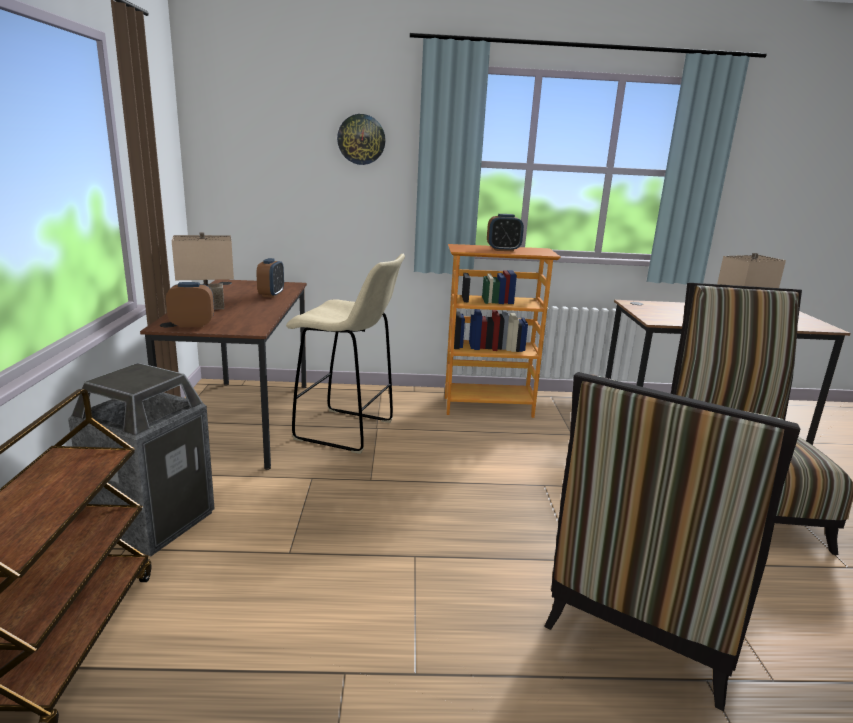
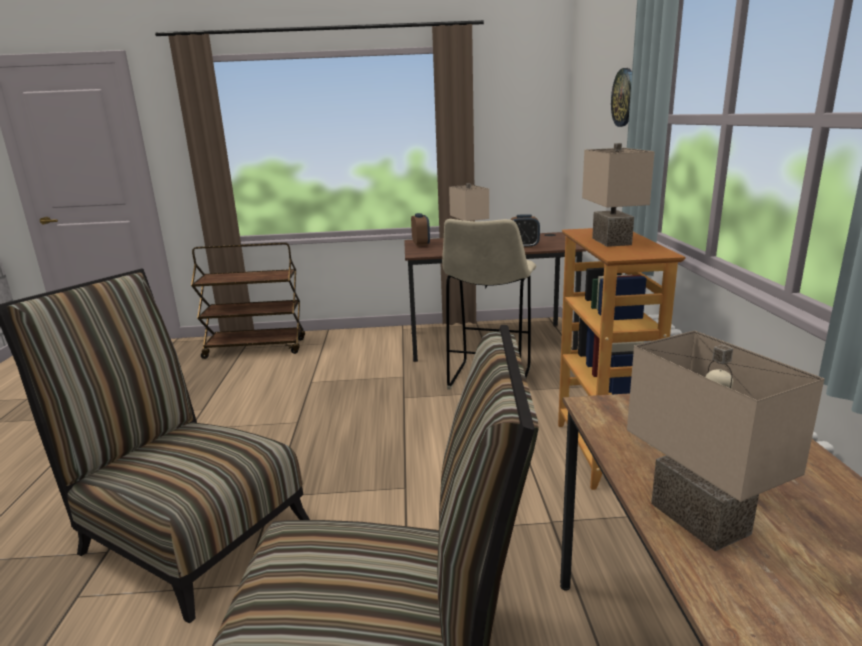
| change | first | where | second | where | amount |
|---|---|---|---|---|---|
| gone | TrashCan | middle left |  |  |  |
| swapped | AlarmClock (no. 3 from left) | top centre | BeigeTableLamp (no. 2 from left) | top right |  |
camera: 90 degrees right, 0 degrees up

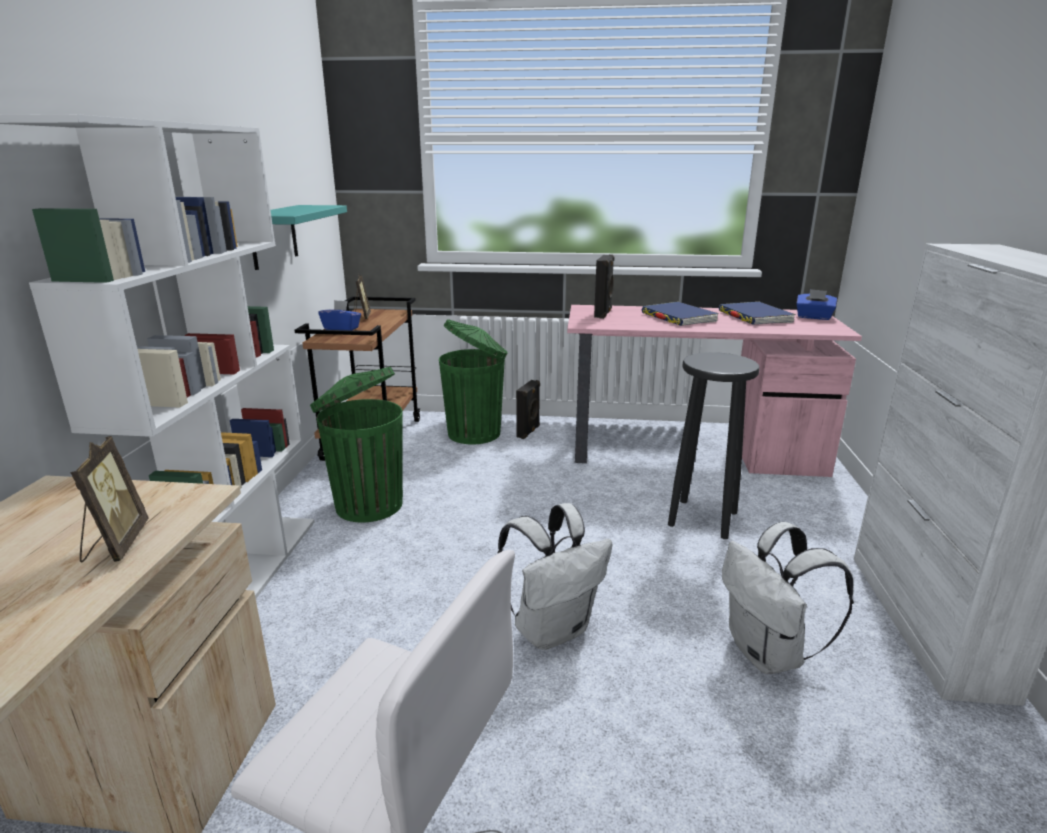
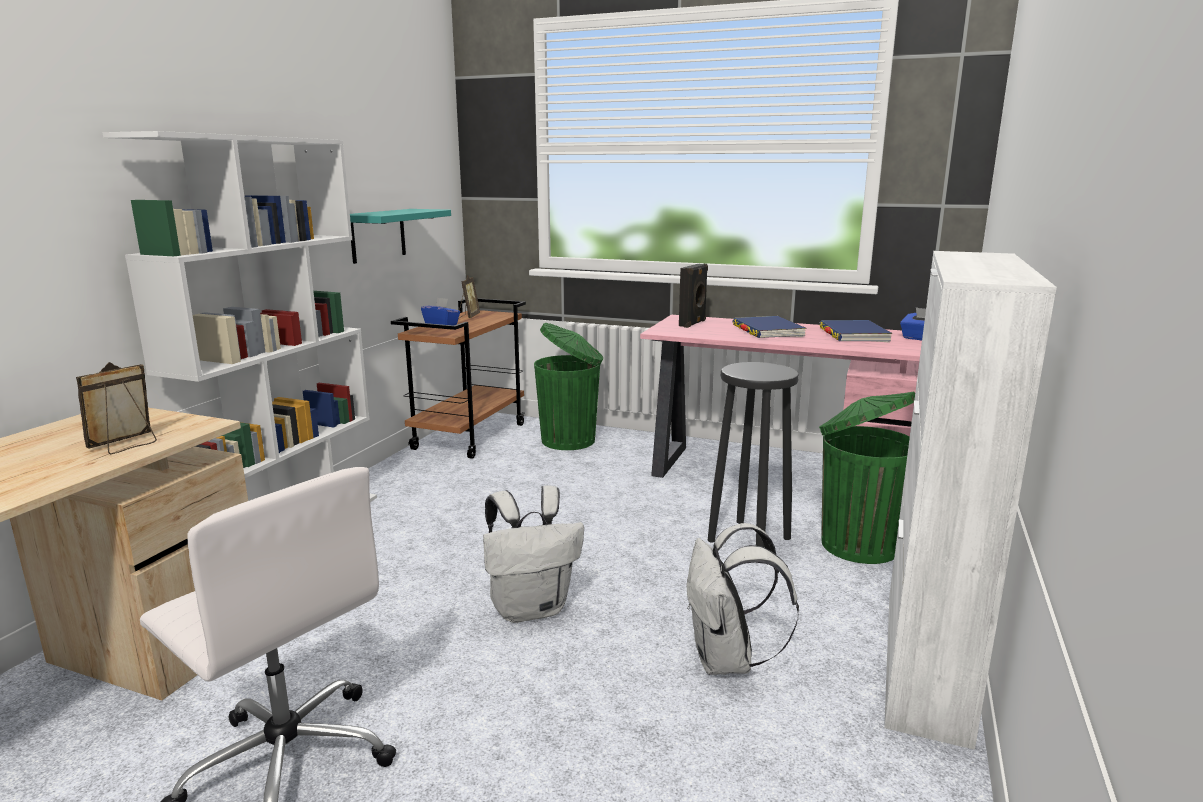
| change | first | where | second | where | amount |
|---|---|---|---|---|---|
| gone | BlackSpeaker (no. 1 from left) | centre |  |  |  |
| shifted | GreenTrashCan (no. 1 from left in the first image) | centre | GreenTrashCan (no. 2 from left) | middle right |  |
| rotated | PictureFrame (no. 1 from left) | middle left |  | middle left | 150 degrees counterclockwise |
camera: 15 degrees right, 5 degrees down

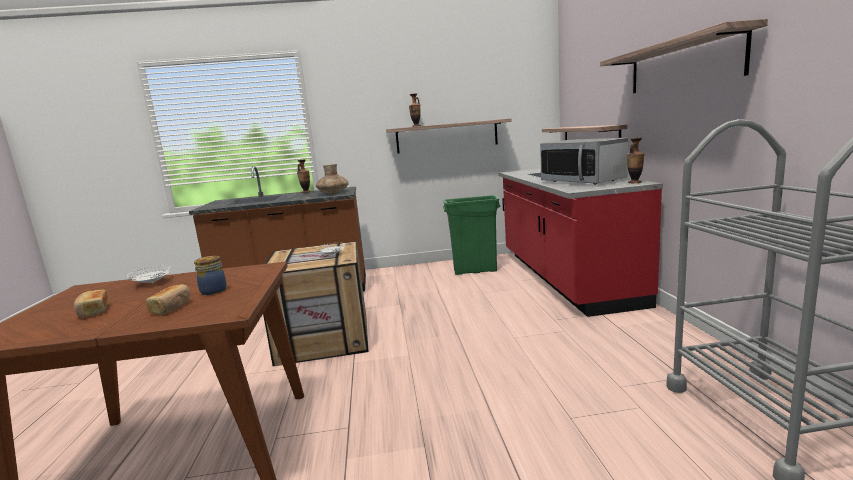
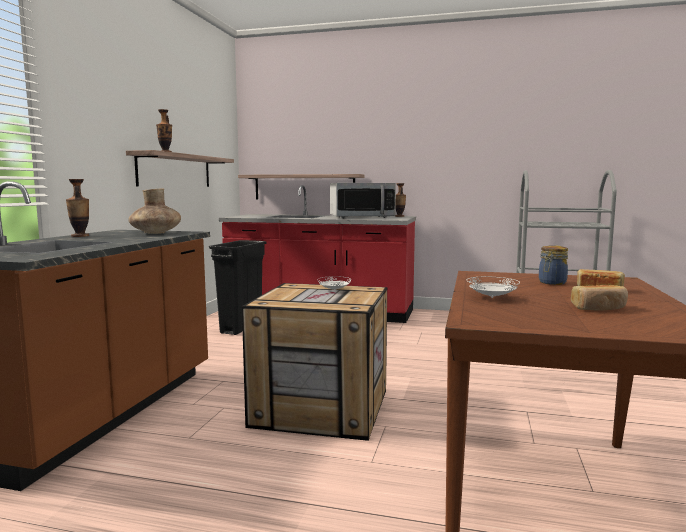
| change | first | where | second | where | amount |
|---|---|---|---|---|---|
| gone | Shelf (no. 3 from left) | top right |  |  |  |
| repainted | GreenTrashCan | centre | BlackTrashCan | centre |  |
camera: 70 degrees left, 5 degrees down

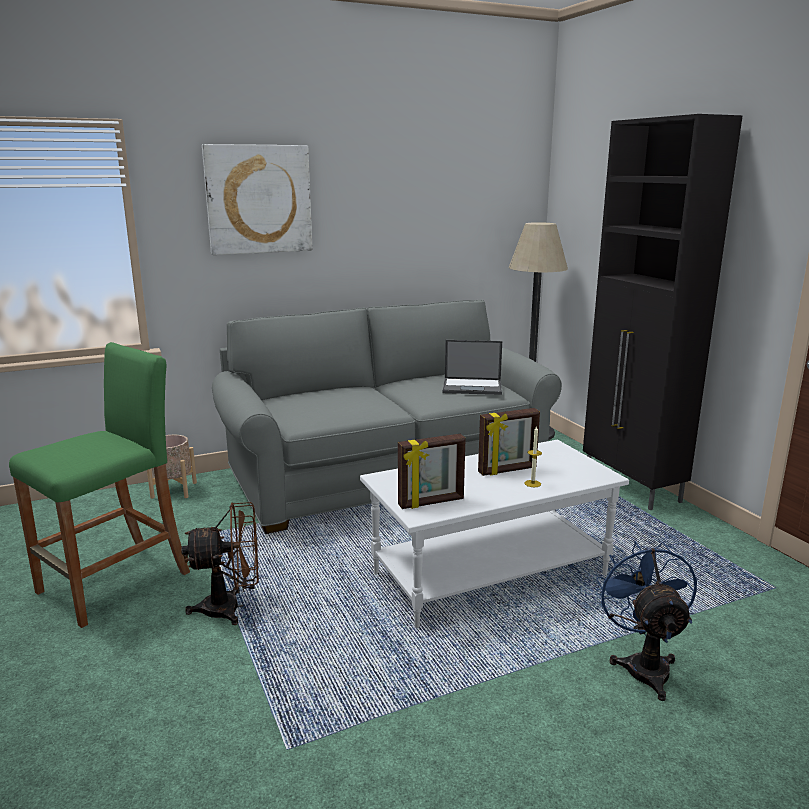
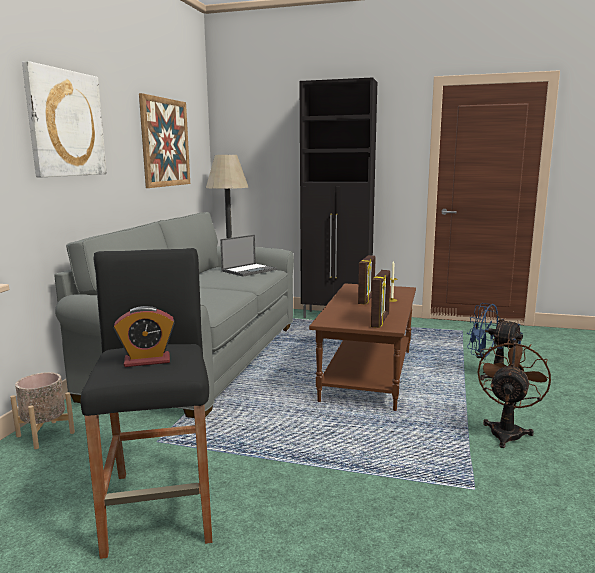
| change | first | where | second | where | amount |
|---|---|---|---|---|---|
| new |  |  | AlarmClock | middle left |  |
| new |  |  | Picture (no. 2 from left) | top left |  |
| shifted | BrownFan | bottom left |  | bottom right |  |
| repainted | GreenStool | middle left | BlackStool | bottom left |  |
| repainted | WhiteCoffeeTable | centre | BrownCoffeeTable | centre |  |
camera: 50 degrees left, 5 degrees down

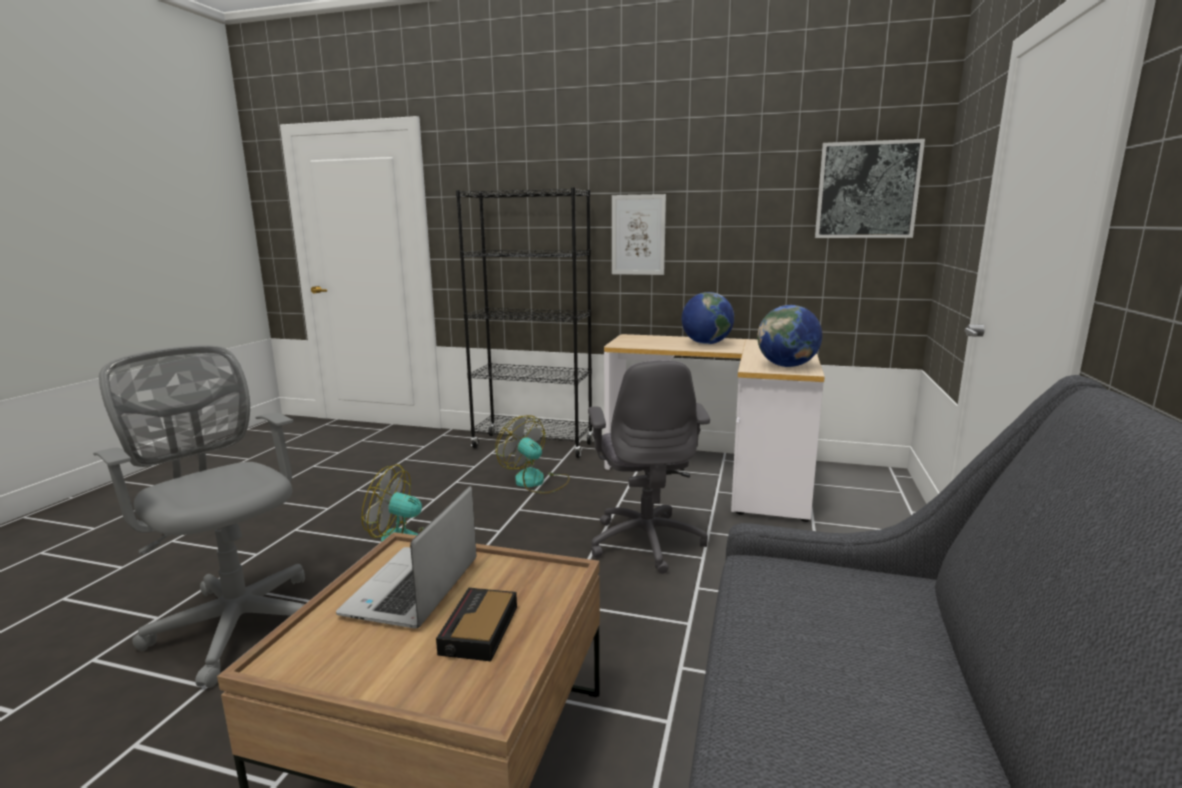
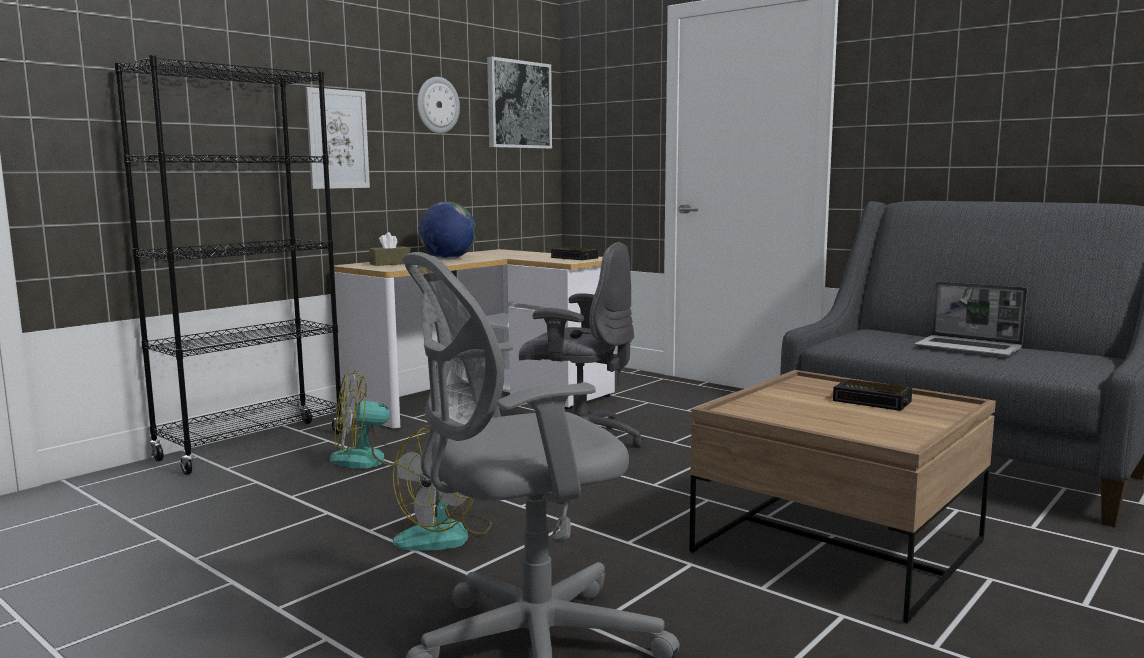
| change | first | where | second | where | amount |
|---|---|---|---|---|---|
| new |  |  | BrownTissueBox | centre |  |
| new |  |  | WallClock | top centre |  |
| shifted | Laptop | bottom centre |  | middle right |  |
| swapped | Globe (no. 2 from left) | middle right | AlarmClock (no. 1 from left) | centre |  |
camera: 65 degrees left, 5 degrees down

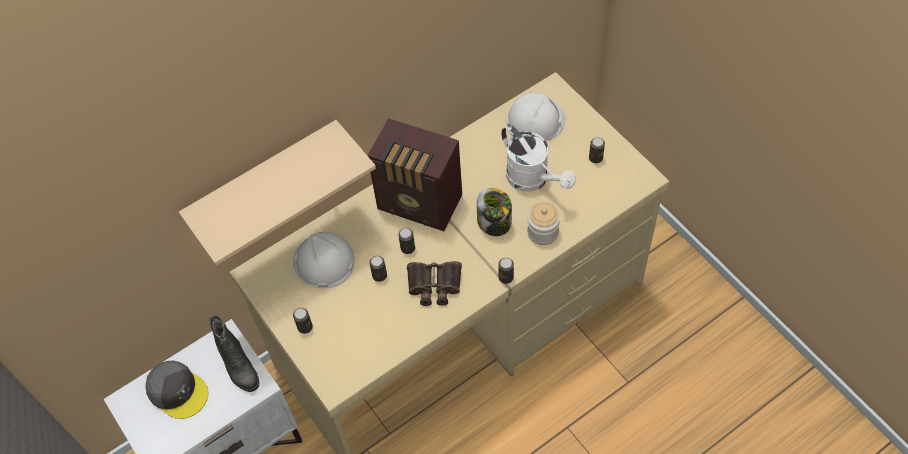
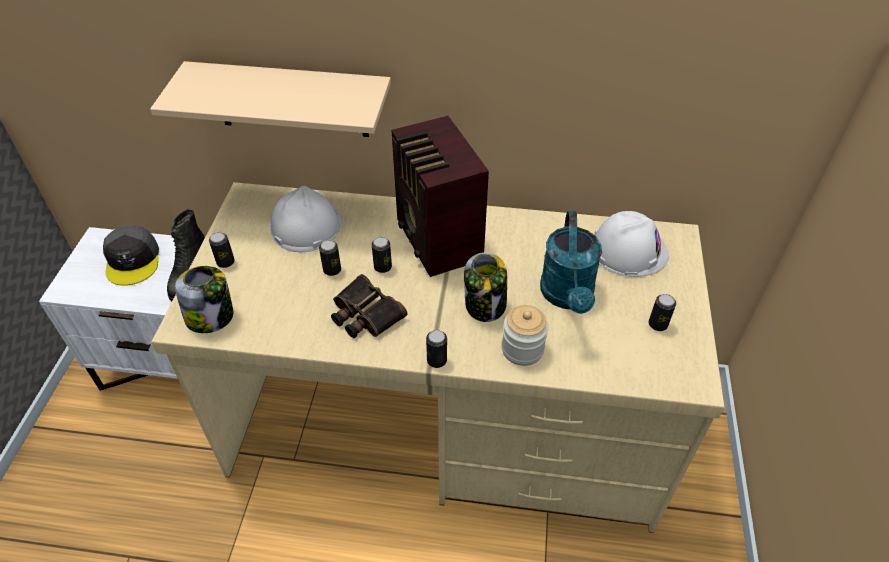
| change | first | where | second | where | amount |
|---|---|---|---|---|---|
| new |  |  | Jar (no. 1 from left) | middle left |  |
| repainted | WhiteWateringCan | centre | TurquoiseWateringCan | centre |  |
camera: 40 degrees right, 10 degrees down

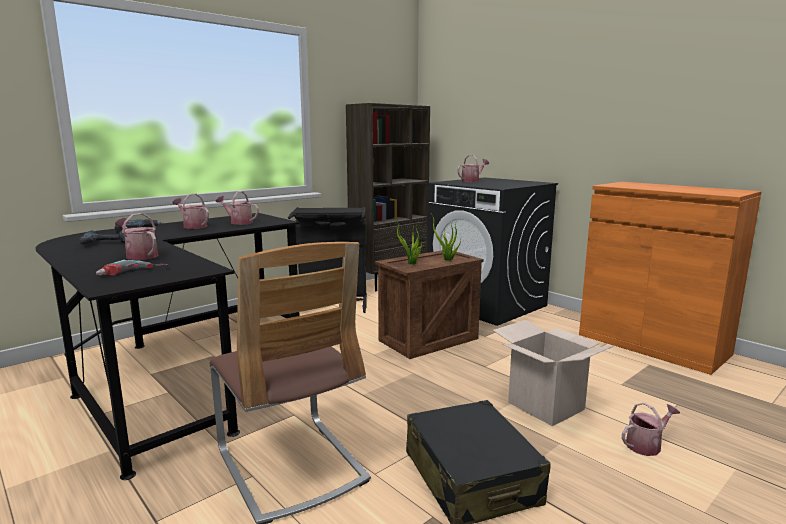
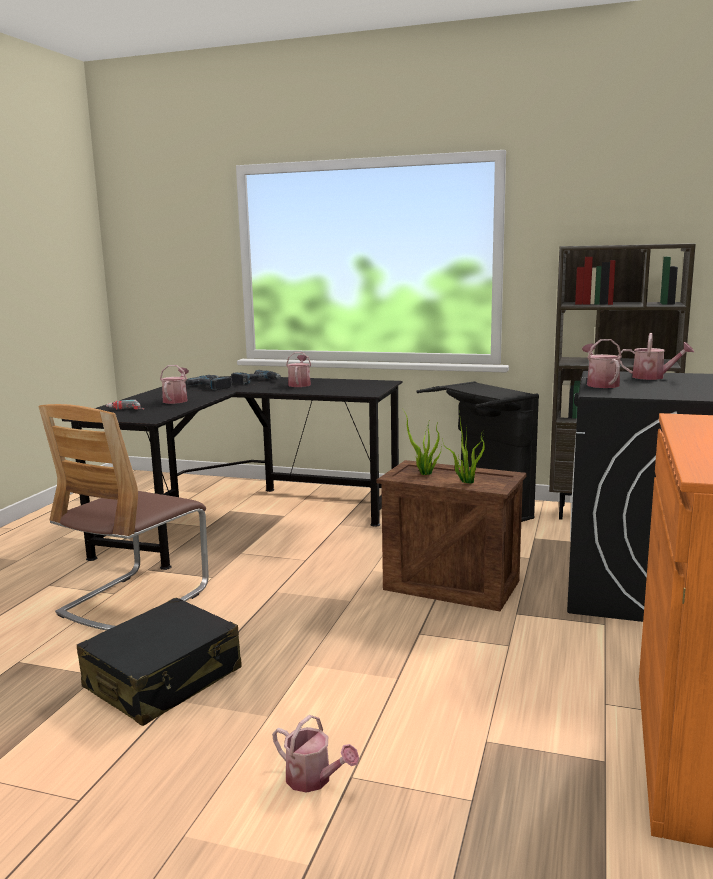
| change | first | where | second | where | amount |
|---|---|---|---|---|---|
| gone | CardboardBox | bottom right |  |  |  |
| shifted | WateringCan (no. 3 from left in the first image) | middle left | WateringCan (no. 4 from left) | middle right |  |
camera: 60 degrees right, 0 degrees up

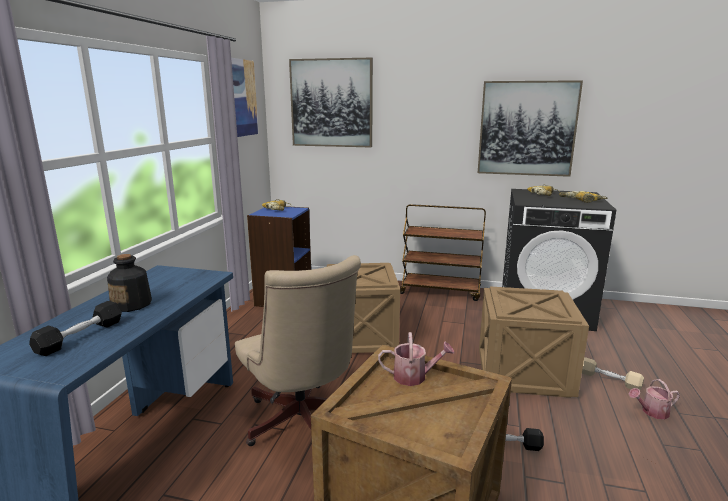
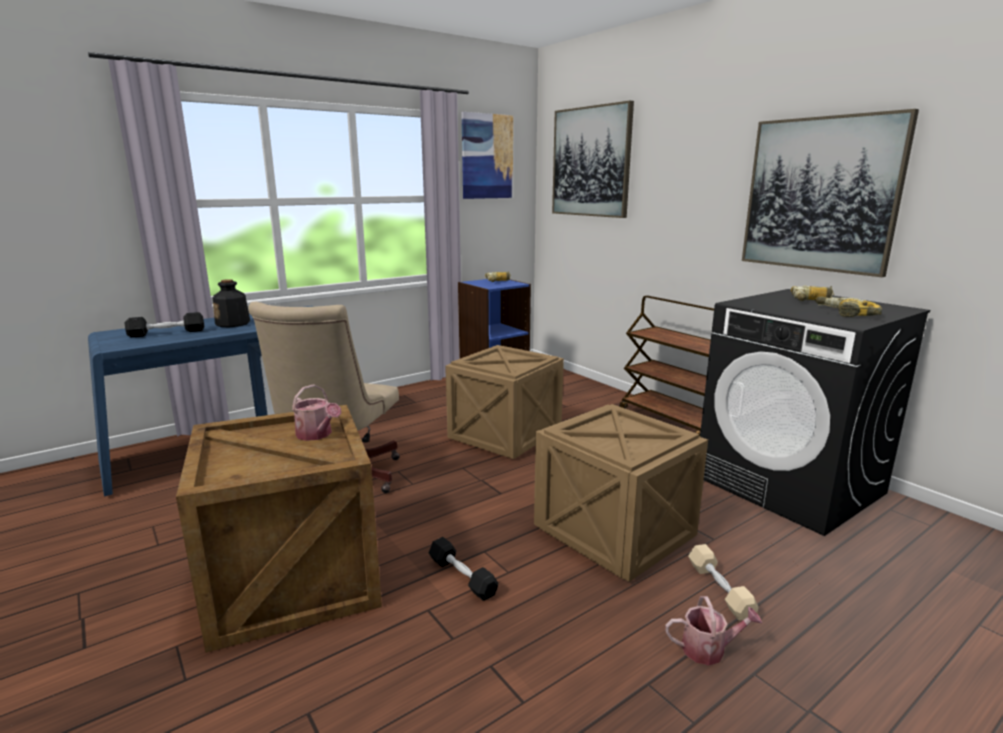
| change | first | where | second | where | amount |
|---|---|---|---|---|---|
| rotated | WateringCan (no. 2 from left) | bottom right |  | bottom right | 150 degrees clockwise |
camera: 40 degrees right, 0 degrees up

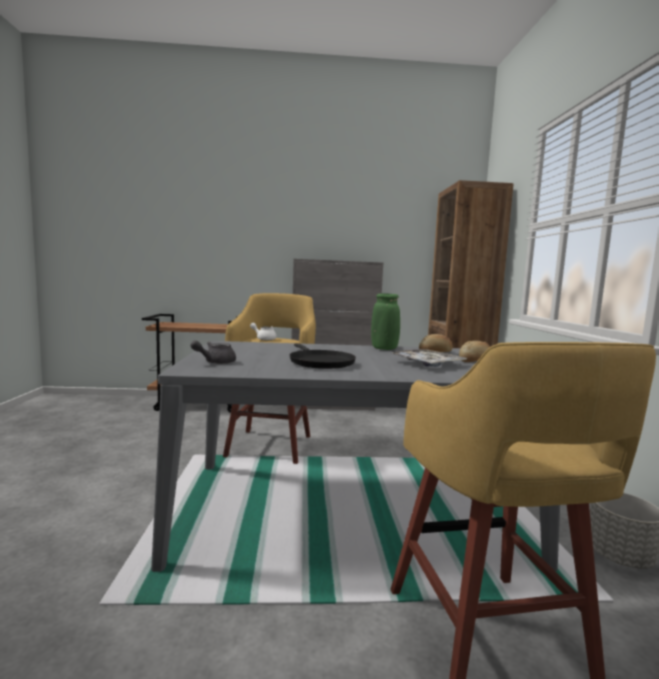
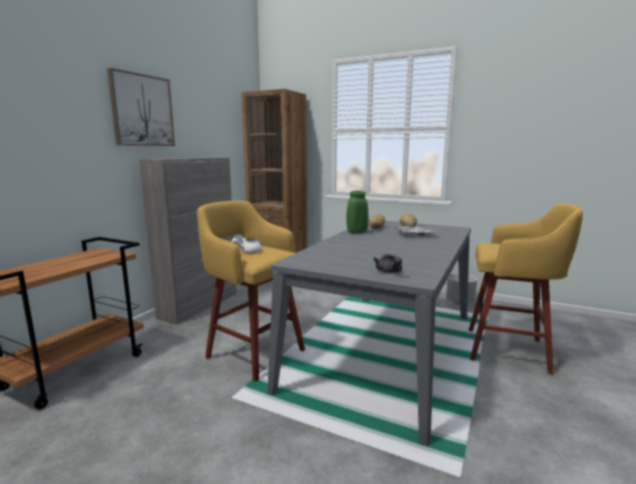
| change | first | where | second | where | amount |
|---|---|---|---|---|---|
| gone | BlackFryingPan | centre |  |  |  |
| new |  |  | Picture | top left |  |
camera: 60 degrees left, 5 degrees up

